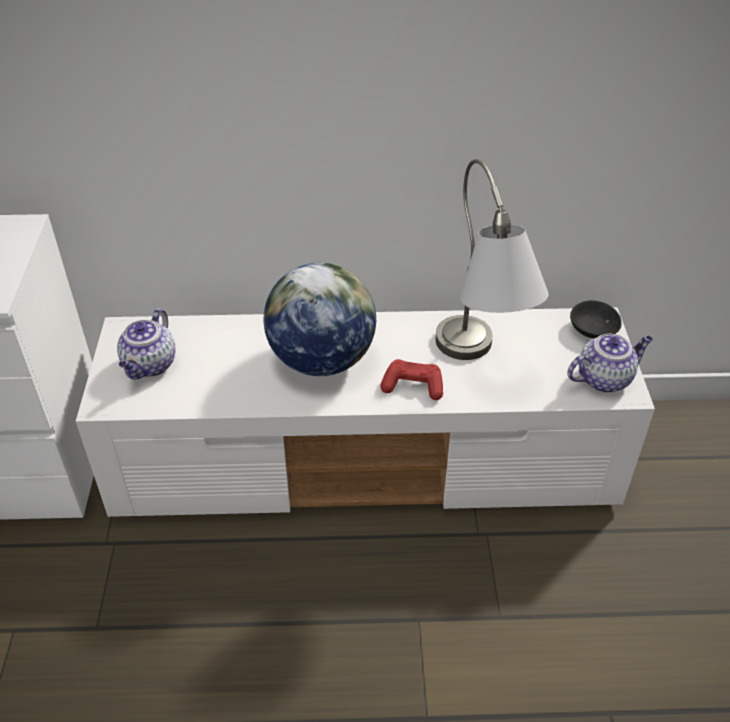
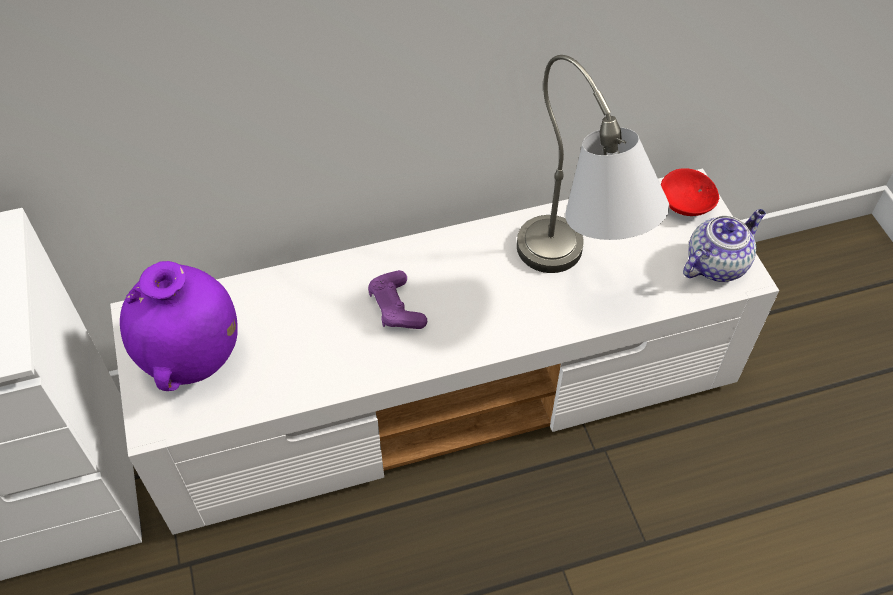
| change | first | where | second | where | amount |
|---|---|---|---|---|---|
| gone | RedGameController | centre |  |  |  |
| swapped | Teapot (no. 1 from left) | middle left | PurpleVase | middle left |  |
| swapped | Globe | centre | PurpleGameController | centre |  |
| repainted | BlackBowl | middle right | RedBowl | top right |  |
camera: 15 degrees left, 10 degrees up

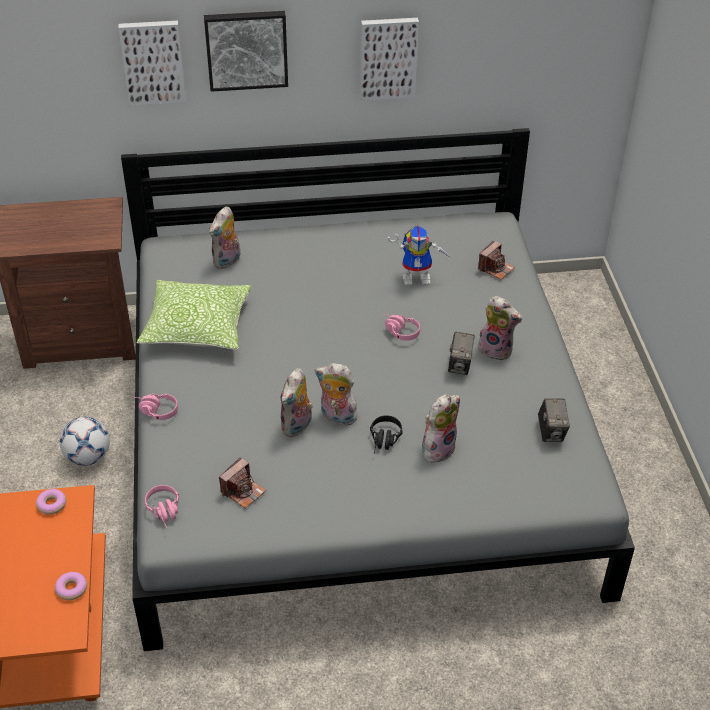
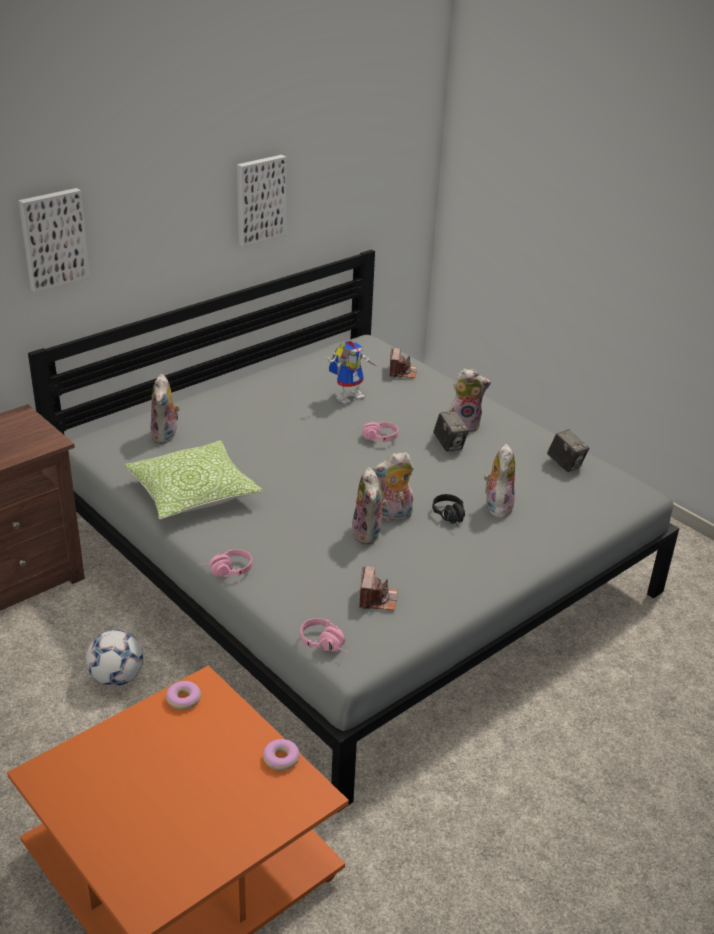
| change | first | where | second | where | amount |
|---|---|---|---|---|---|
| gone | Picture (no. 2 from left) | top centre |  |  |  |
camera: 35 degrees left, 10 degrees down

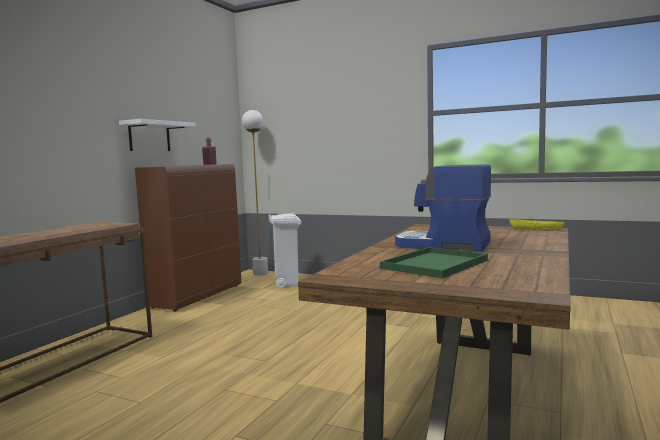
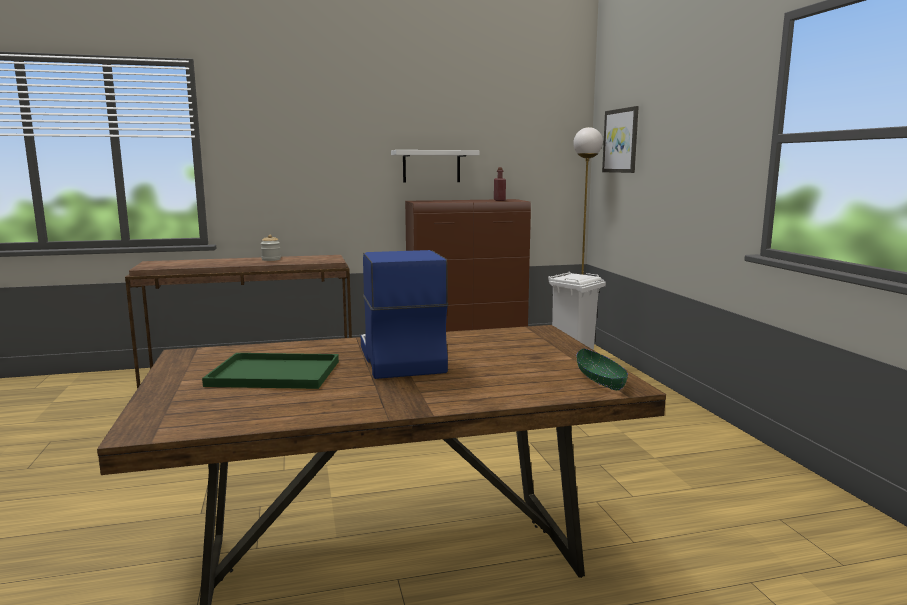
| change | first | where | second | where | amount |
|---|---|---|---|---|---|
| new |  |  | Jar | middle left |  |
| new |  |  | Picture | top right |  |
| repainted | YellowBowl | middle right | GreenBowl | centre |  |
camera: 50 degrees right, 5 degrees up

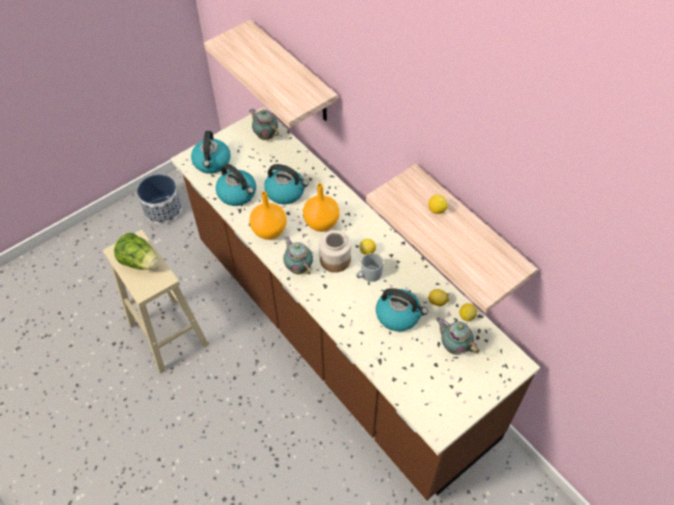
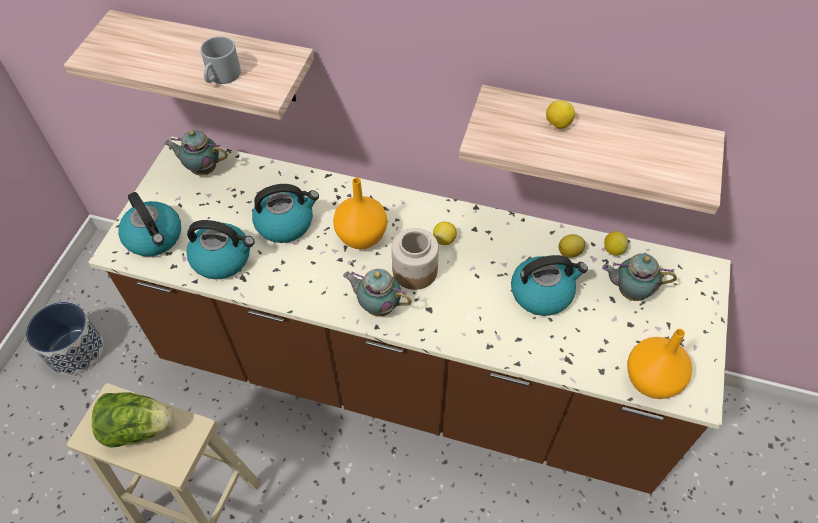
| change | first | where | second | where | amount |
|---|---|---|---|---|---|
| shifted | OrangeVase (no. 1 from left in the first image) | centre | OrangeVase (no. 2 from left) | bottom right |  |
| shifted | GreyMug | centre |  | top left |  |
camera: 35 degrees left, 0 degrees up

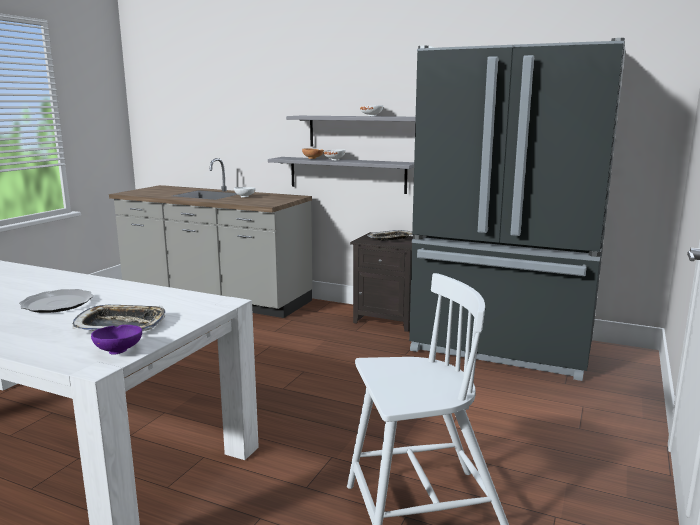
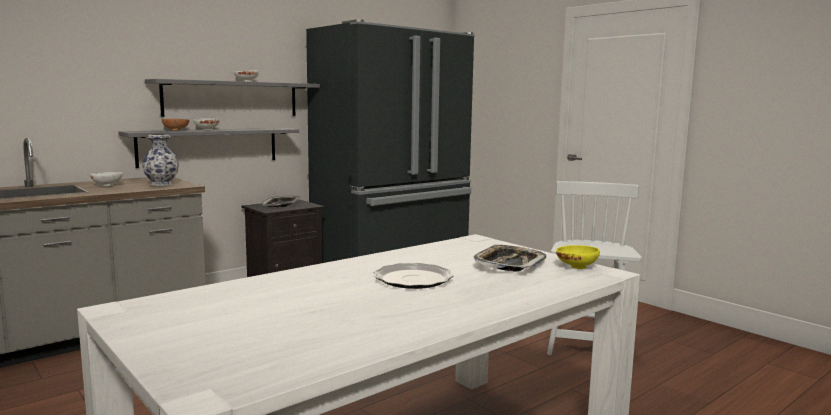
| change | first | where | second | where | amount |
|---|---|---|---|---|---|
| new |  |  | Vase | middle left |  |
| repainted | PurpleBowl | middle left | YellowBowl | middle right |  |
camera: 65 degrees left, 5 degrees down

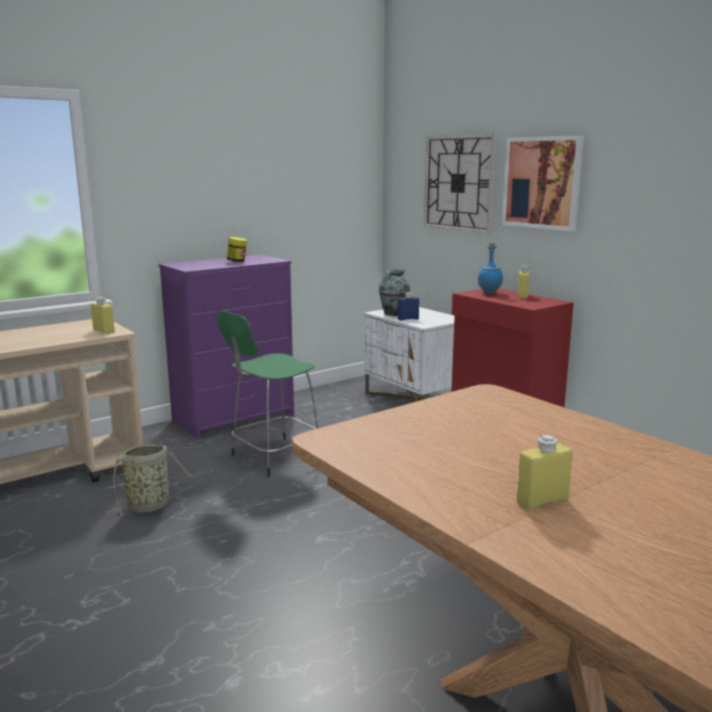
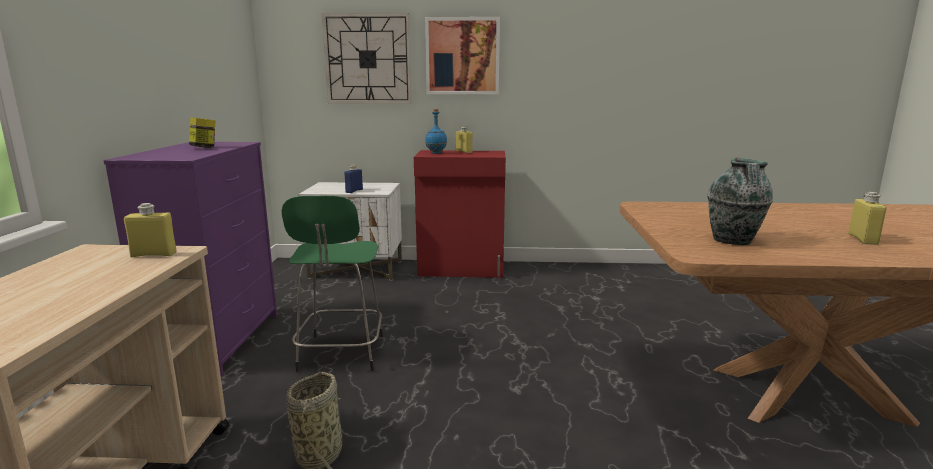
| change | first | where | second | where | amount |
|---|---|---|---|---|---|
| shifted | Vase | centre |  | middle right |  |
camera: 50 degrees left, 0 degrees up

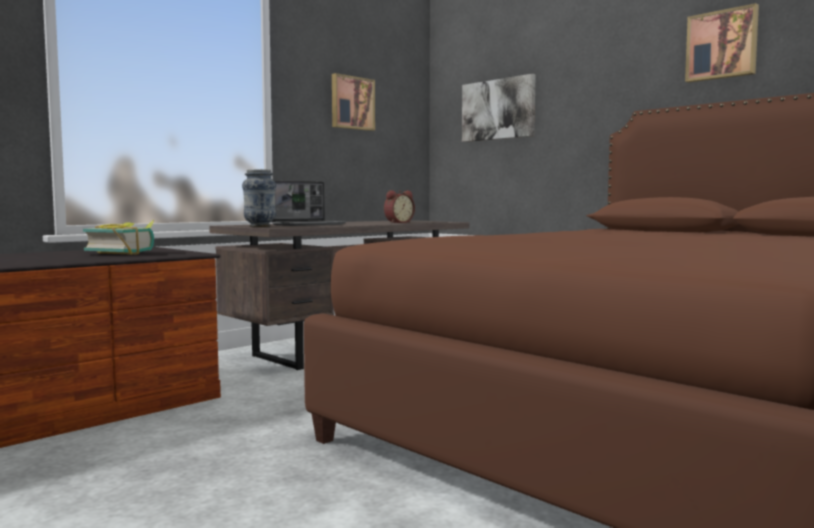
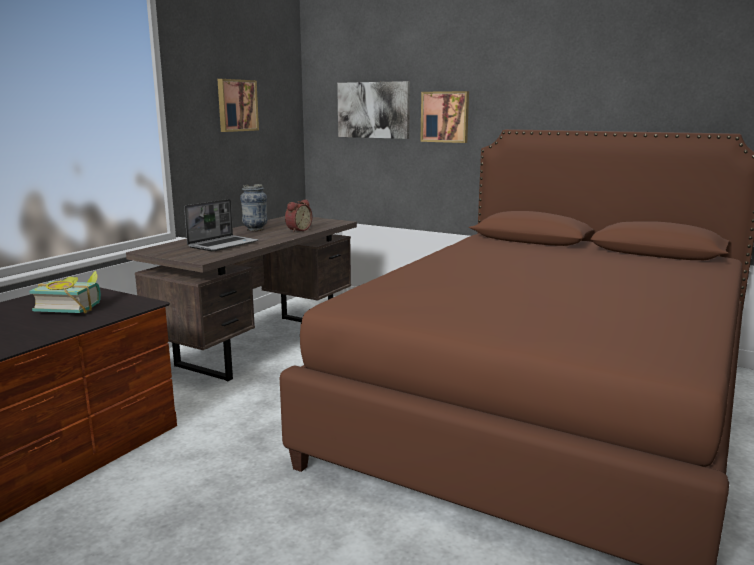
| change | first | where | second | where | amount |
|---|---|---|---|---|---|
| shifted | Vase | middle left |  | centre |  |
| shifted | Picture (no. 3 from left) | top right |  | top centre |  |
camera: 15 degrees left, 10 degrees up

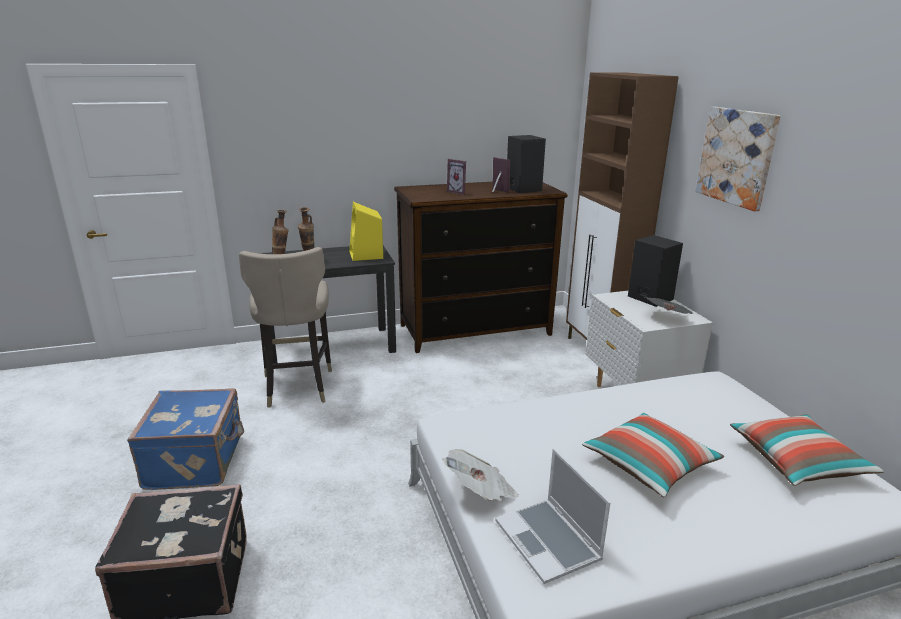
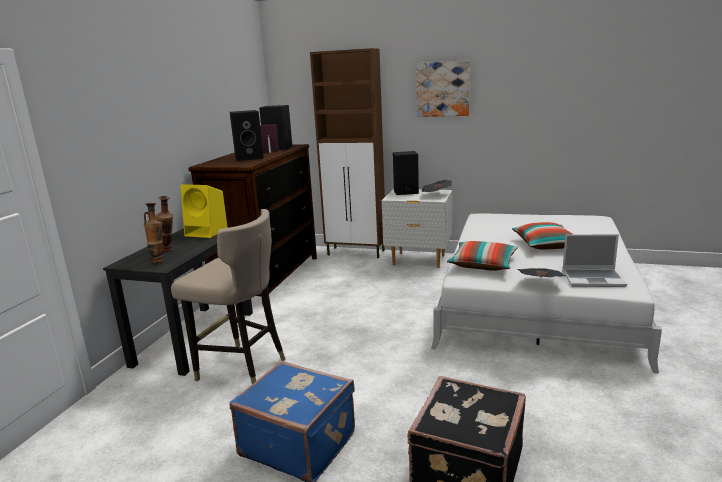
| change | first | where | second | where | amount |
|---|---|---|---|---|---|
| shifted | Pillow (no. 2 from left in the first image) | bottom right | Pillow (no. 1 from left) | middle right |  |
| swapped | PictureFrame (no. 1 from left) | top centre | BlackSpeaker (no. 1 from left) | top centre |  |
camera: 55 degrees left, 5 degrees down

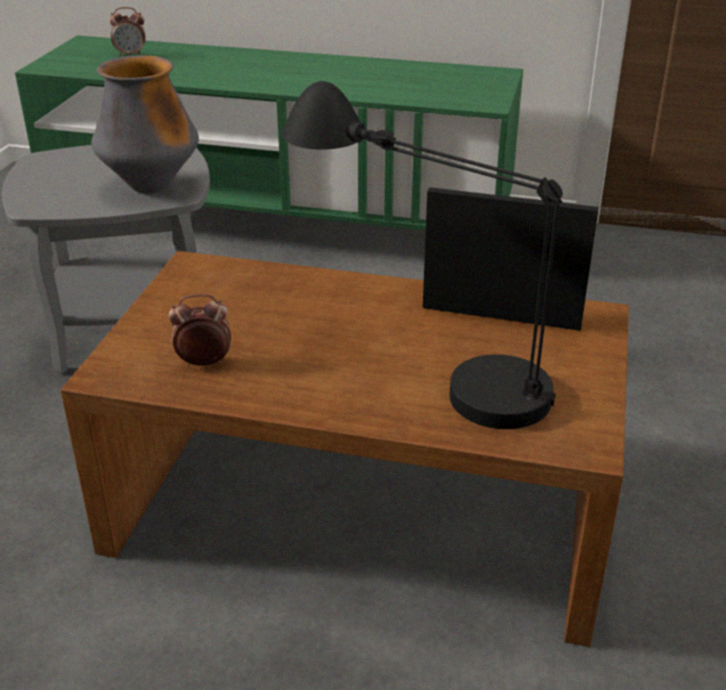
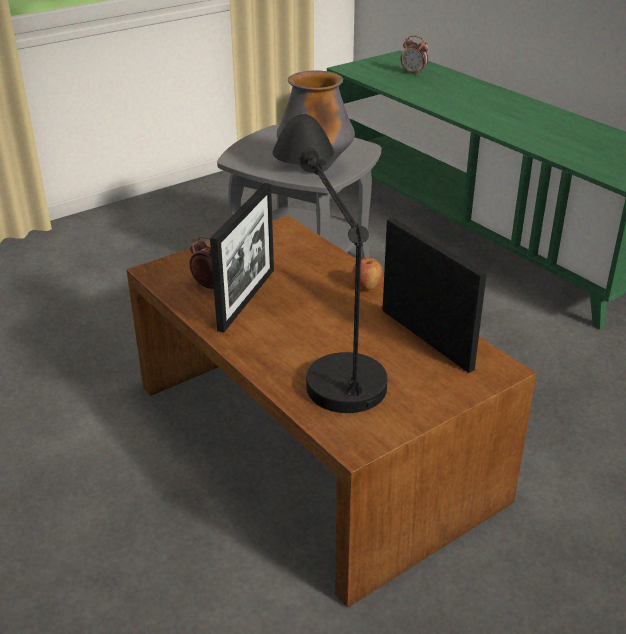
| change | first | where | second | where | amount |
|---|---|---|---|---|---|
| new |  |  | PictureFrame (no. 1 from left) | centre |  |
| new |  |  | Apple | centre |  |
camera: 40 degrees right, 0 degrees up

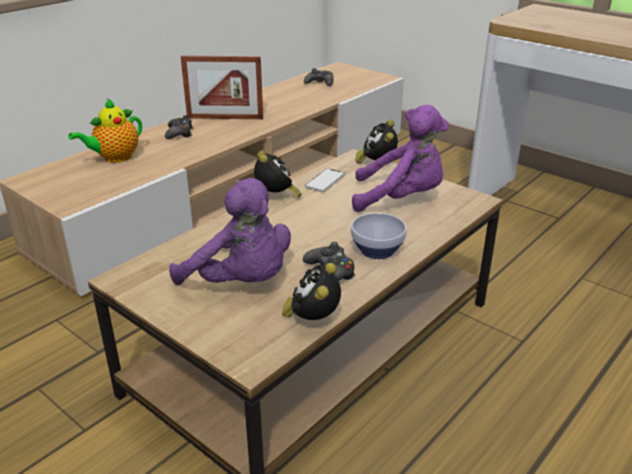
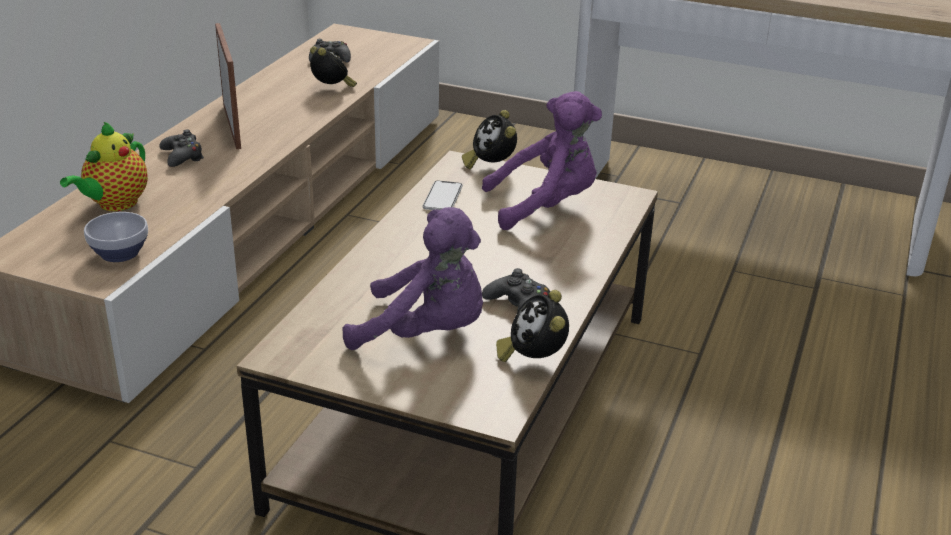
| change | first | where | second | where | amount |
|---|---|---|---|---|---|
| shifted | AlarmClock (no. 1 from left) | centre |  | top centre |  |
| shifted | Bowl | centre |  | middle left |  |
| rotated | PictureFrame | top centre |  | top left | 90 degrees counterclockwise |
camera: 20 degrees left, 0 degrees up

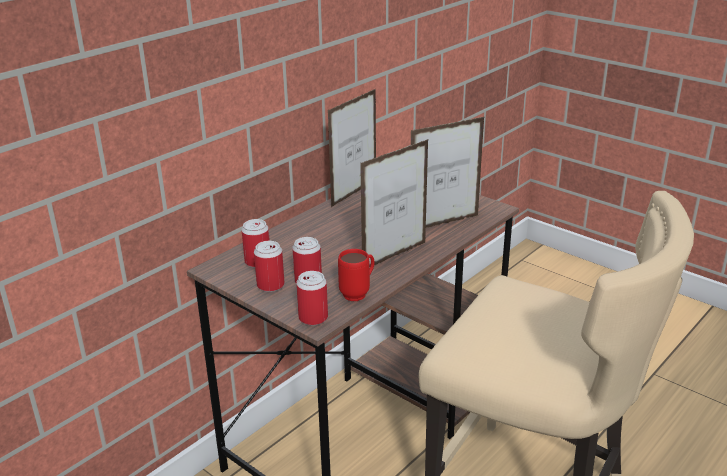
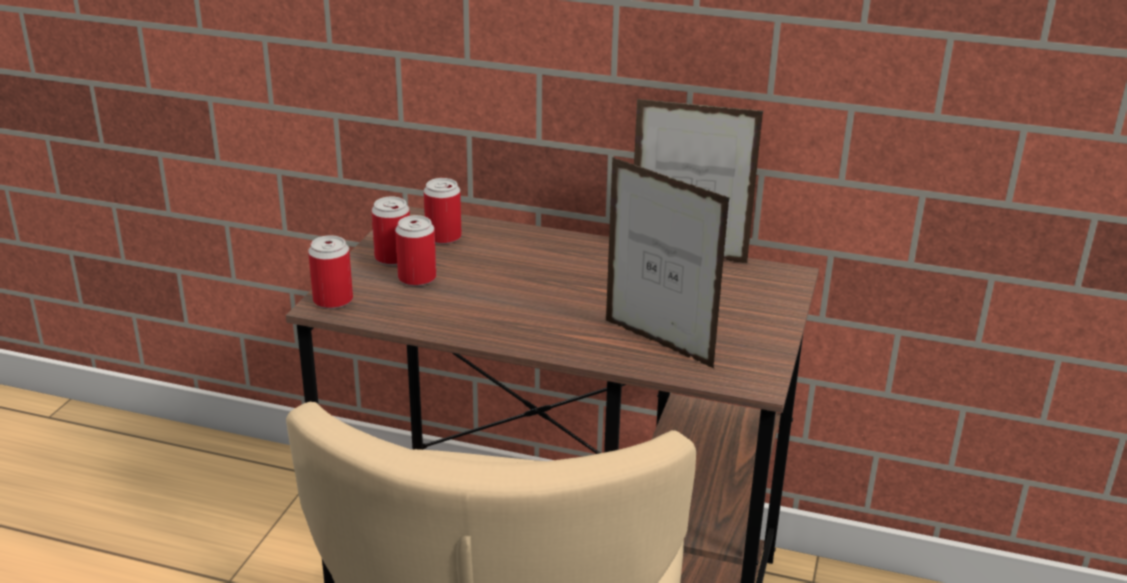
| change | first | where | second | where | amount |
|---|---|---|---|---|---|
| gone | RedMug | centre |  |  |  |
| gone | PictureFrame (no. 2 from left) | centre |  |  |  |
camera: 65 degrees right, 0 degrees up

